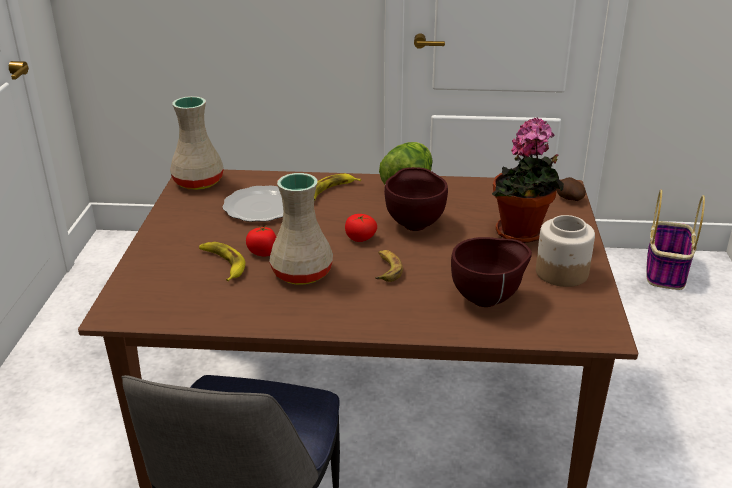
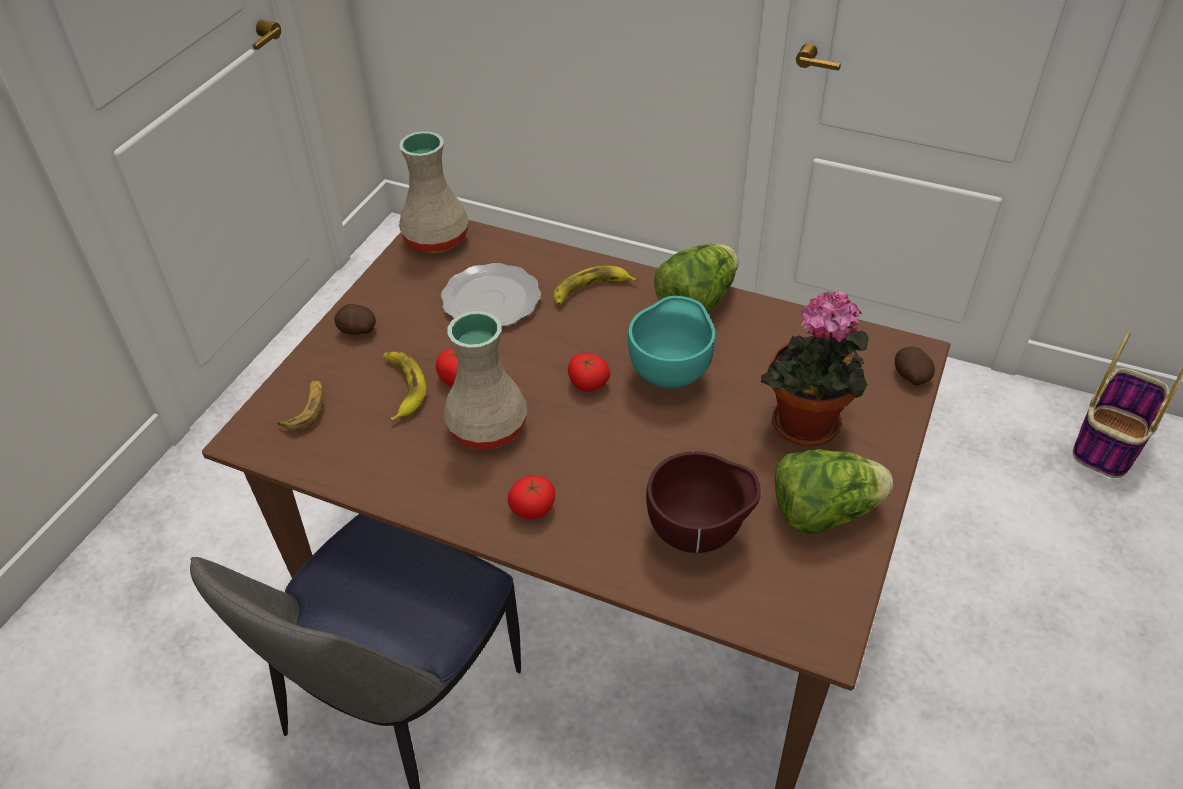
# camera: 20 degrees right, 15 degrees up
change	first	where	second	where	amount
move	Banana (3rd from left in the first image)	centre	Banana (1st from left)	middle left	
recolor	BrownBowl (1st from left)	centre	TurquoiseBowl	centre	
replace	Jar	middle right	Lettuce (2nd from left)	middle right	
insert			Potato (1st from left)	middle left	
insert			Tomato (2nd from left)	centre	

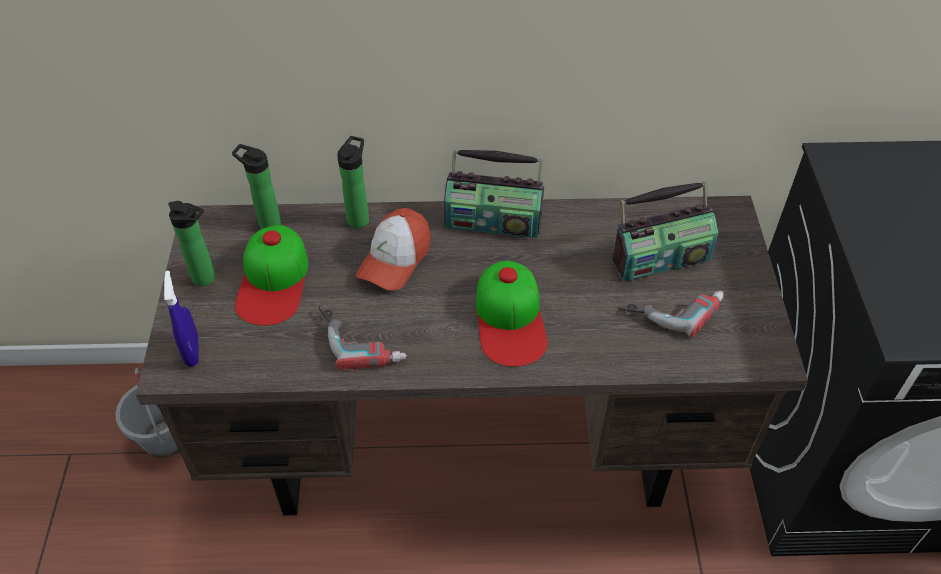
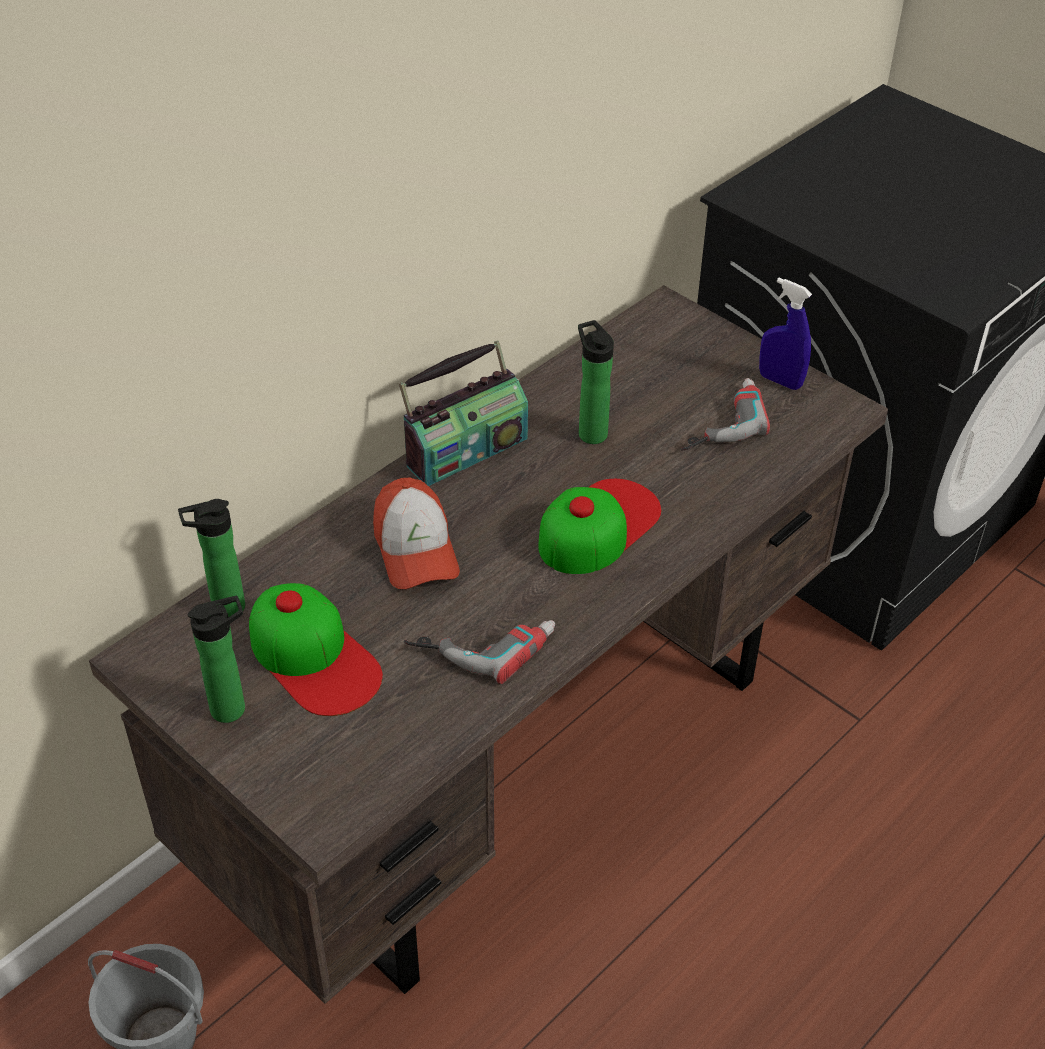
# camera: 45 degrees left, 5 degrees down
change	first	where	second	where	amount
move	BlueSprayBottle	middle left		top right	
move	Bottle (3rd from left)	top centre		centre	
rotate	Cap (3rd from left)	centre		centre	90 degrees counterclockwise
delete	Radio (2nd from left)	middle right			

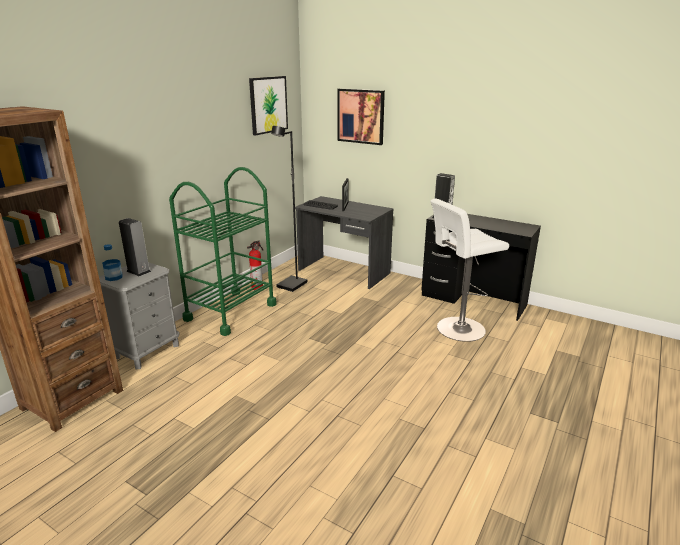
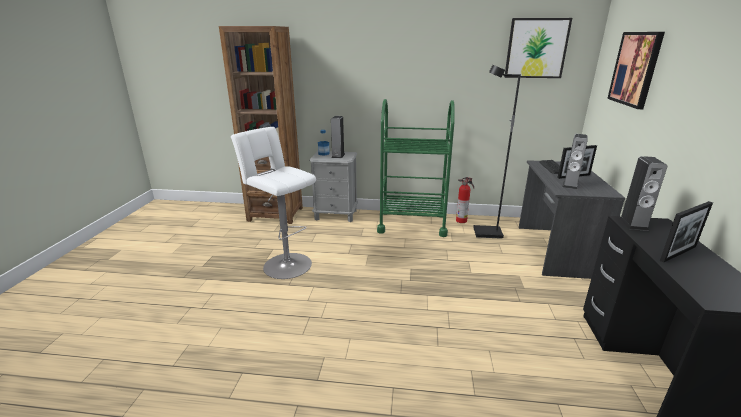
# camera: 65 degrees right, 0 degrees up
change	first	where	second	where	amount
move	WhiteStool	middle right		centre	
insert			Speaker (2nd from left)	middle right	
insert			PictureFrame (2nd from left)	middle right	

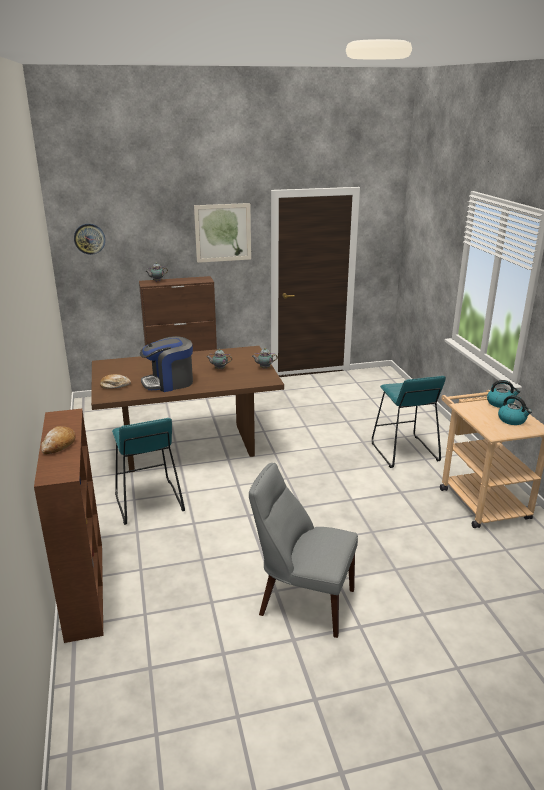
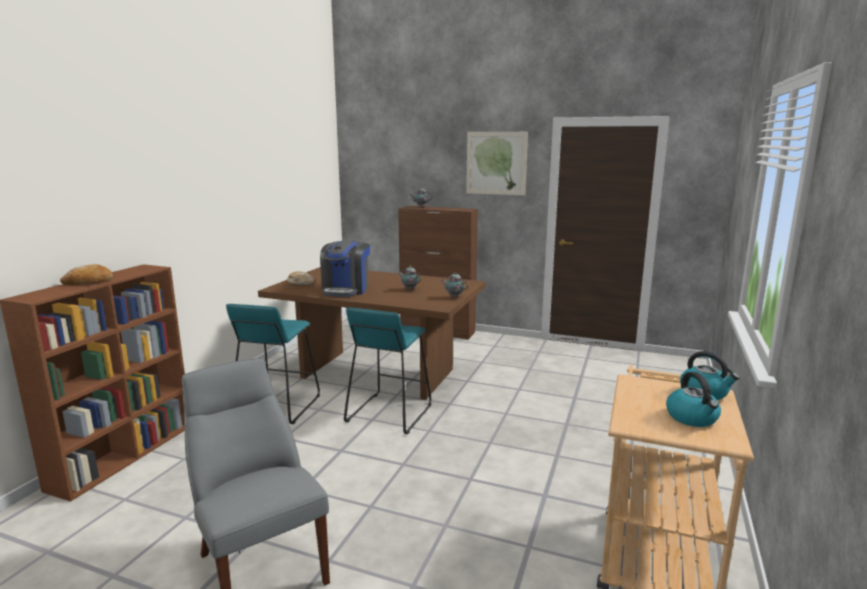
# camera: 35 degrees right, 10 degrees down
change	first	where	second	where	amount
delete	WallClock	top left			
rotate	CoffeeMachine	middle left		centre	90 degrees counterclockwise
move	TurquoiseStool (2nd from left)	middle right		centre	

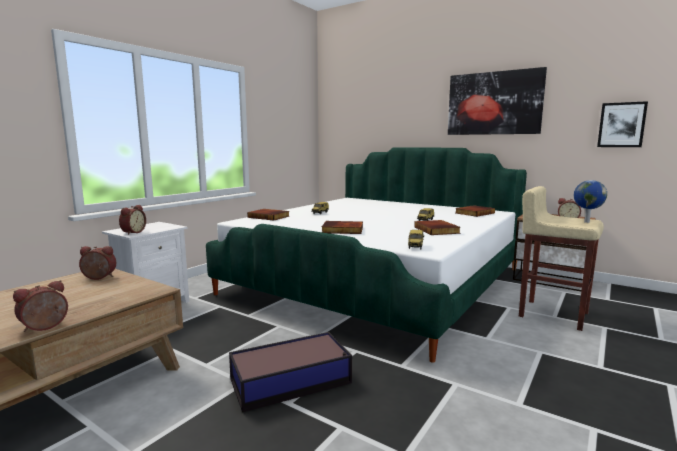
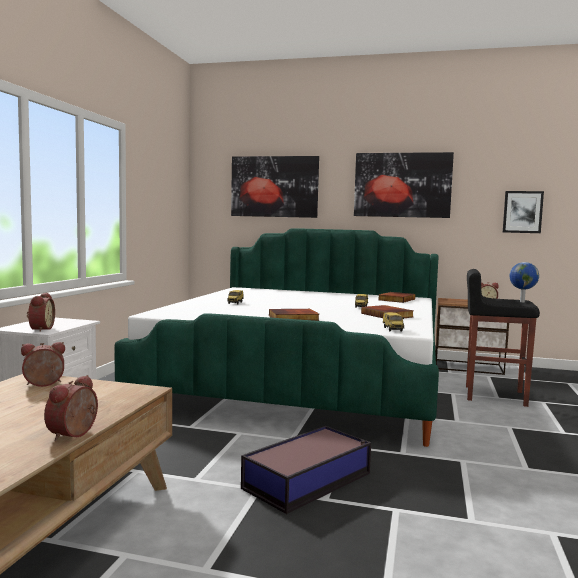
# camera: 20 degrees left, 5 degrees down
change	first	where	second	where	amount
delete	Book (1st from left)	centre			
recolor	BeigeStool	middle right	BlackStool	middle right	
insert			Picture (1st from left)	top centre	

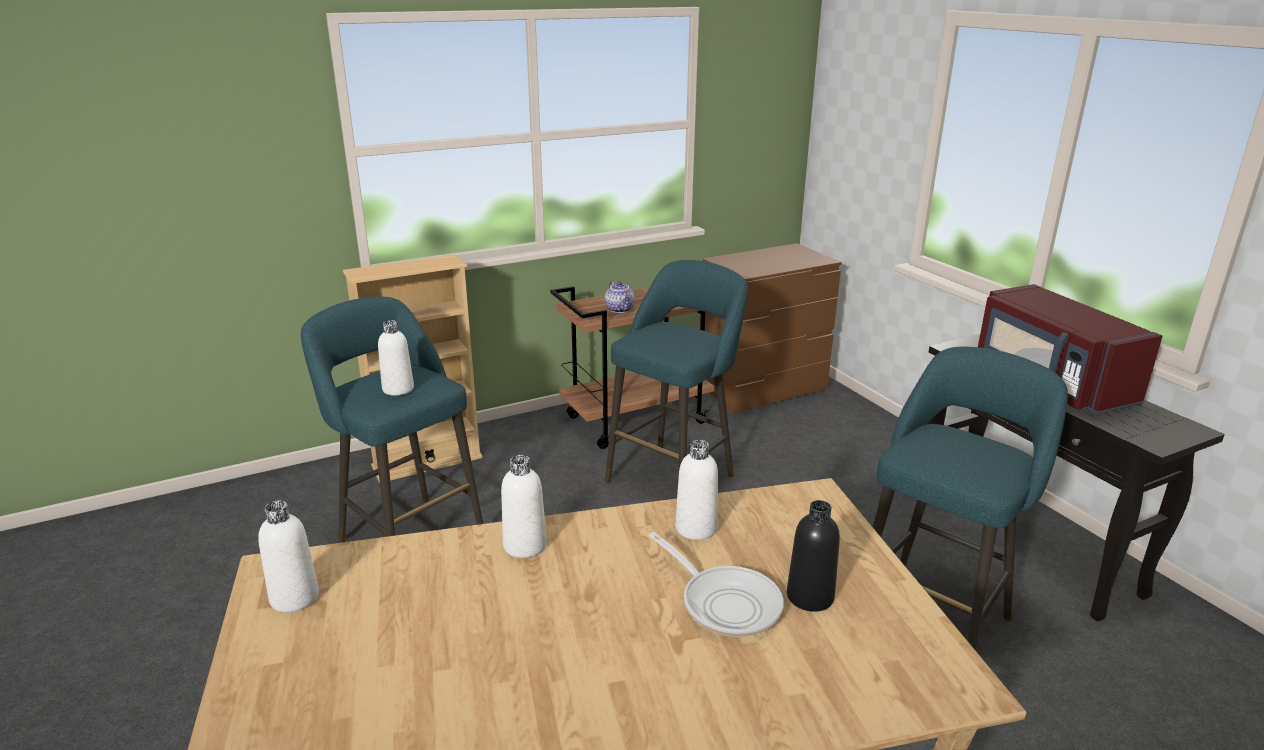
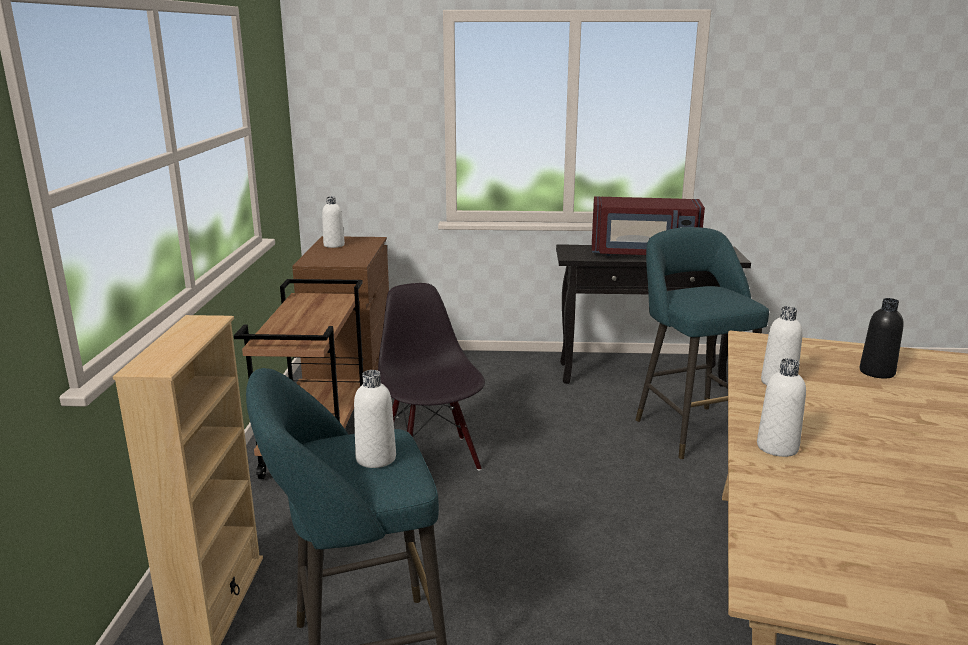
# camera: 60 degrees left, 5 degrees down
change	first	where	second	where	amount
move	WhiteBottle (1st from left)	bottom left		centre	
replace	TurquoiseStool (2nd from left)	centre	BlackChair	centre	
delete	Teapot	centre			
delete	FryingPan	bottom centre			

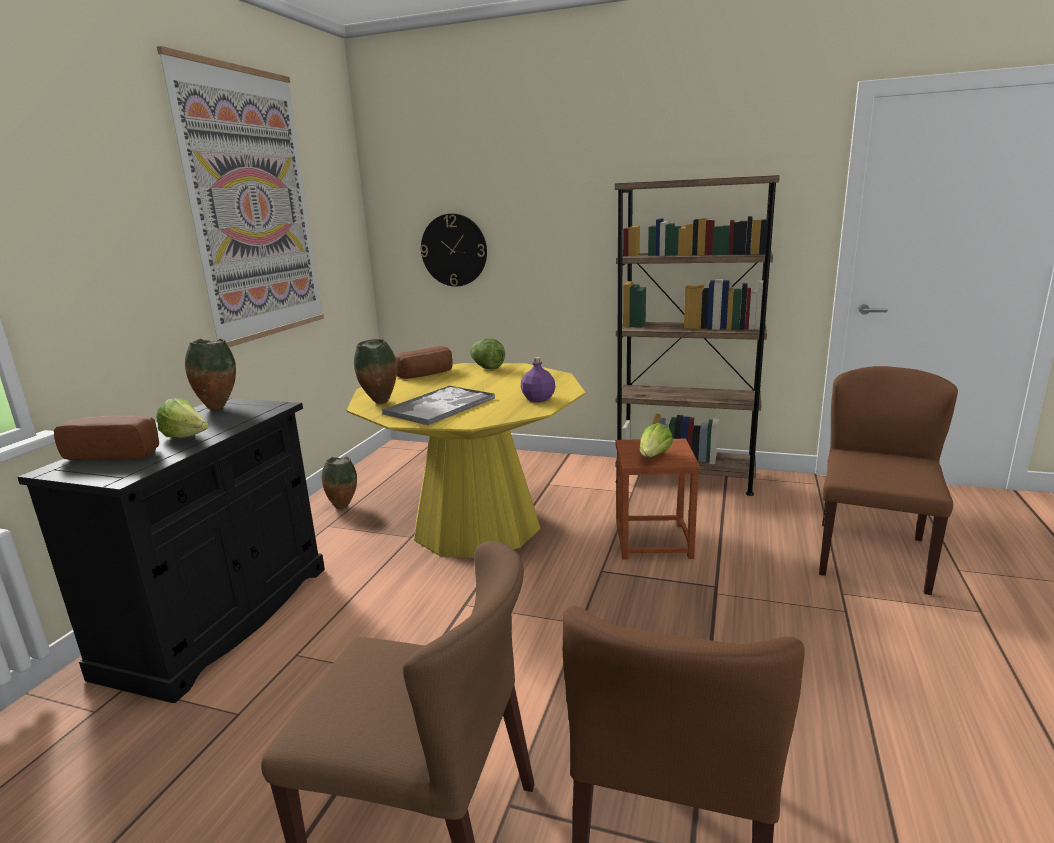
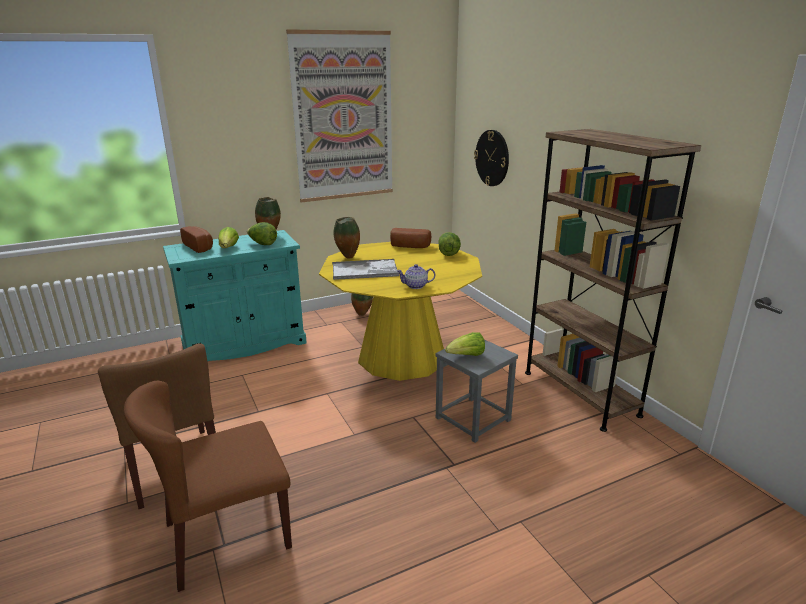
# camera: 45 degrees right, 5 degrees up
change	first	where	second	where	amount
recolor	BlackCabinet	middle left	TurquoiseCabinet	middle left	
replace	PurpleBottle	centre	Teapot	centre	
recolor	BrownStool	centre	GreyStool	centre	
delete	BrownChair (3rd from left)	middle right			
insert			Lettuce (2nd from left)	middle left	

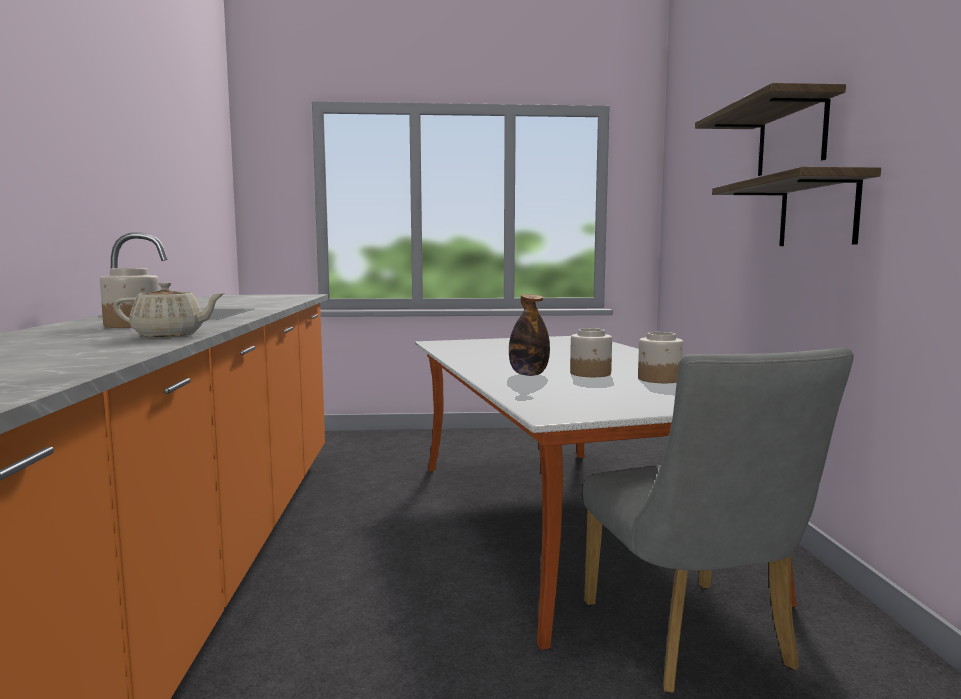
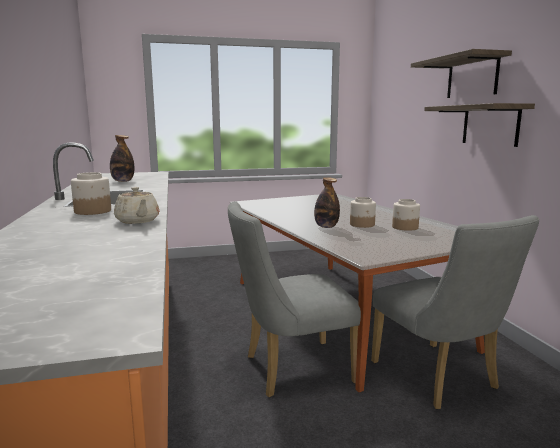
# camera: 10 degrees left, 5 degrees up
change	first	where	second	where	amount
rotate	BeigeTeapot	middle left		middle left	75 degrees clockwise
insert			Bottle (1st from left)	middle left	
insert			GreyChair (1st from left)	bottom centre	

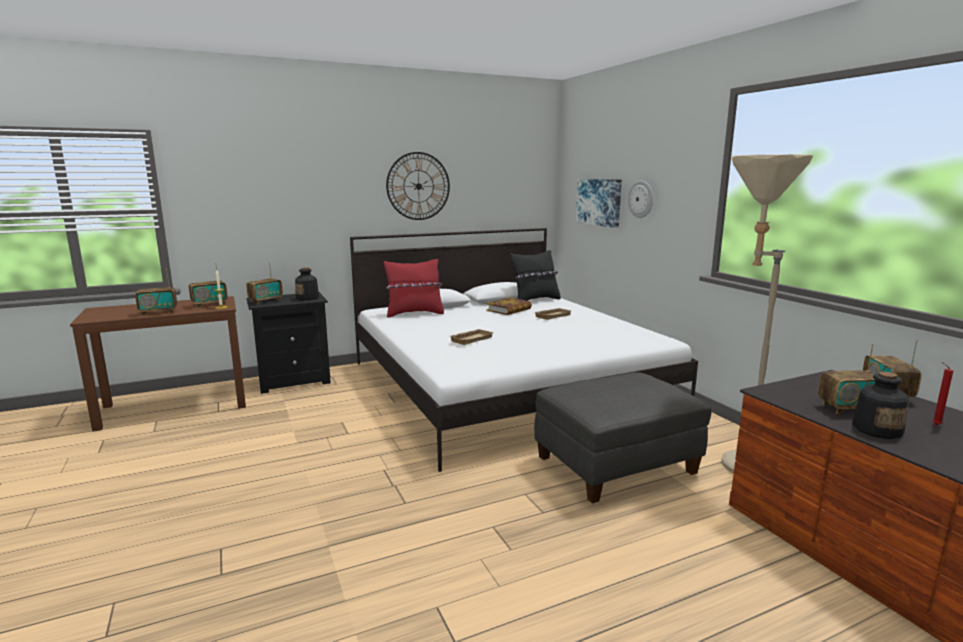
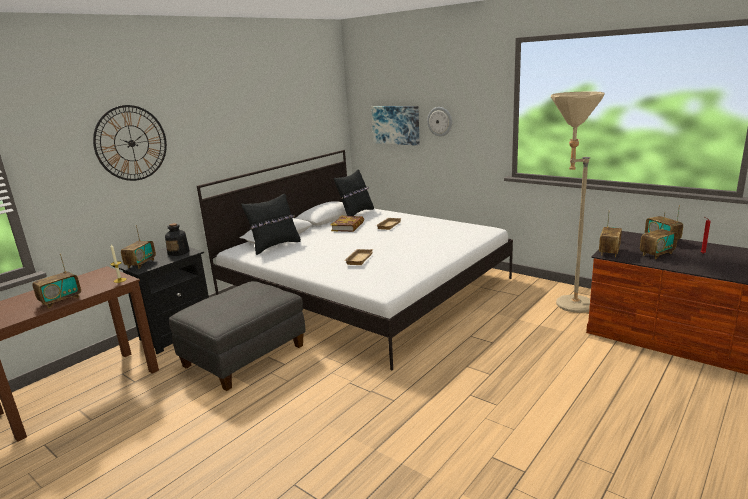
# camera: 25 degrees left, 5 degrees up
change	first	where	second	where	amount
move	Radio (2nd from left in the first image)	middle left	Radio (3rd from left)	middle right	
recolor	RedPillow	centre	BlackPillow (1st from left)	centre	
move	WallClock (1st from left)	top centre		top left	
move	GreyOttoman	bottom centre		bottom left	
delete	Bottle (2nd from left)	middle right			

